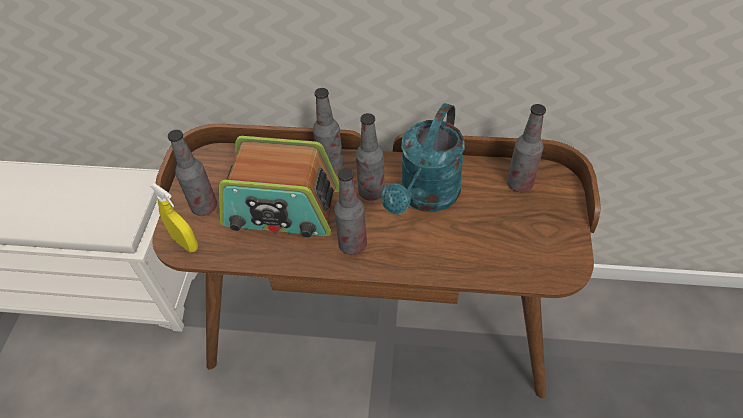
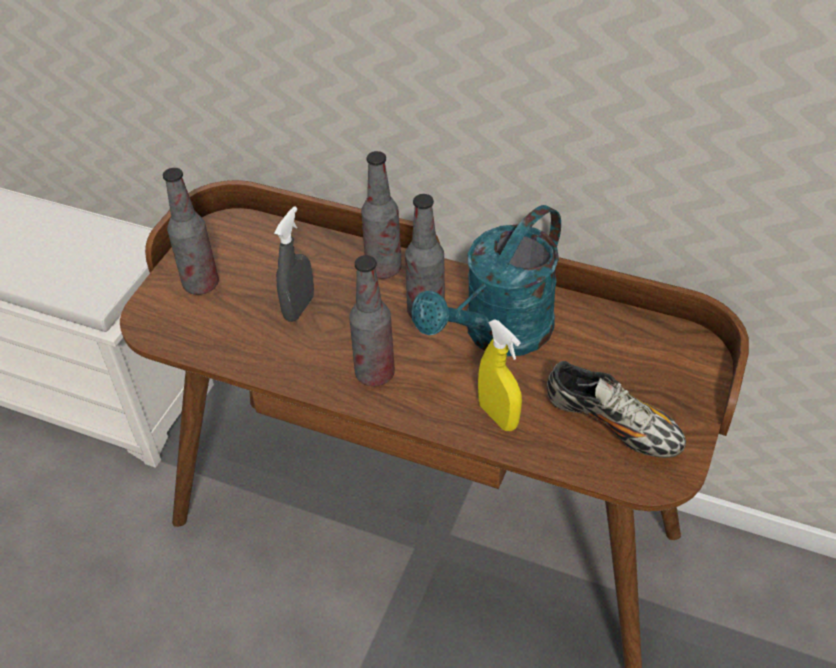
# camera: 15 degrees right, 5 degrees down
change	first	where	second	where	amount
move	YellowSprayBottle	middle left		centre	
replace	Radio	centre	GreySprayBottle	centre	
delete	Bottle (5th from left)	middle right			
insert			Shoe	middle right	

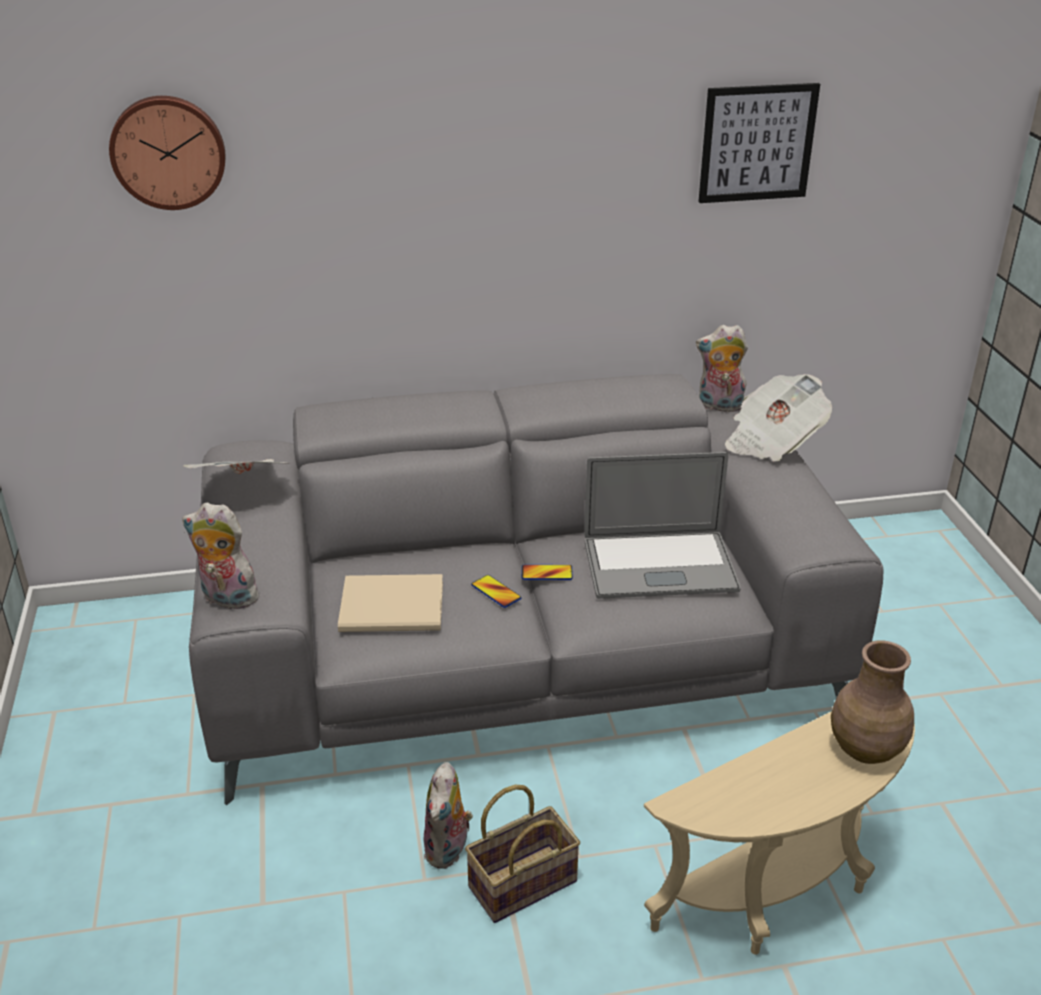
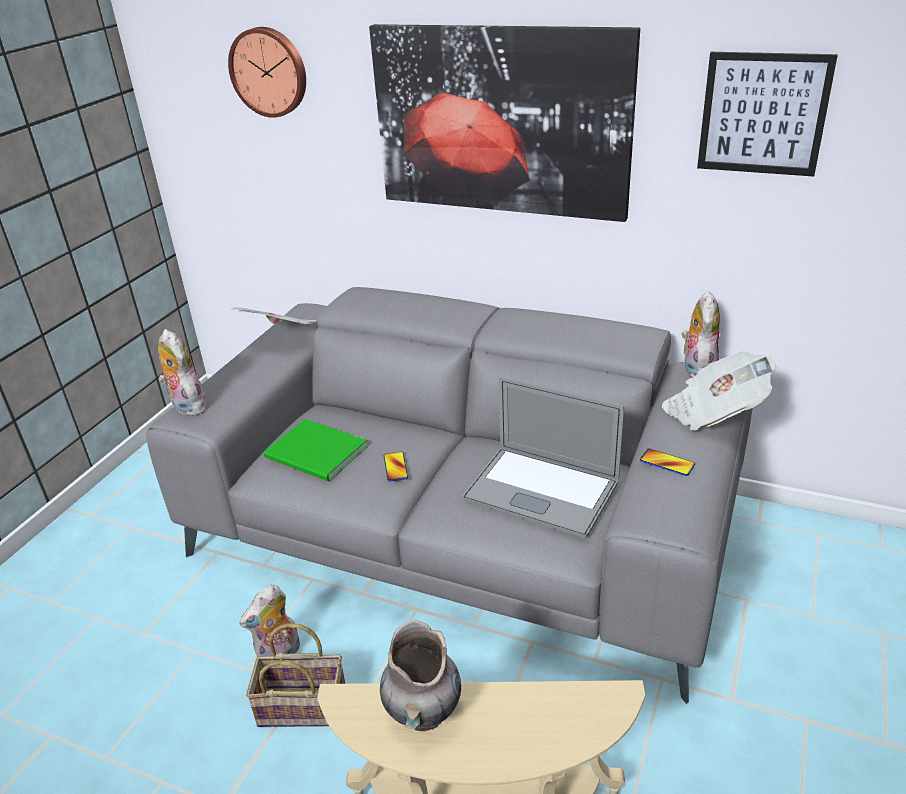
# camera: 35 degrees right, 0 degrees up
change	first	where	second	where	amount
recolor	BeigeBook	centre	GreenBook	centre	
move	Phone (2nd from left)	centre		middle right	
rotate	PlushToy (3rd from left)	middle right		middle right	60 degrees clockwise
delete	BrownVase	bottom right			
insert			Picture (1st from left)	top centre	
insert			GreyVase	bottom centre	

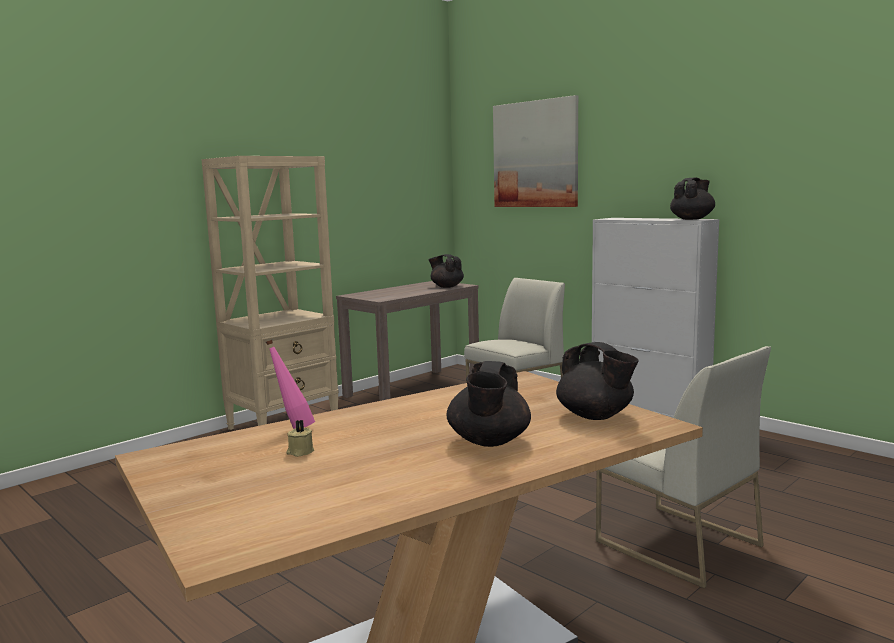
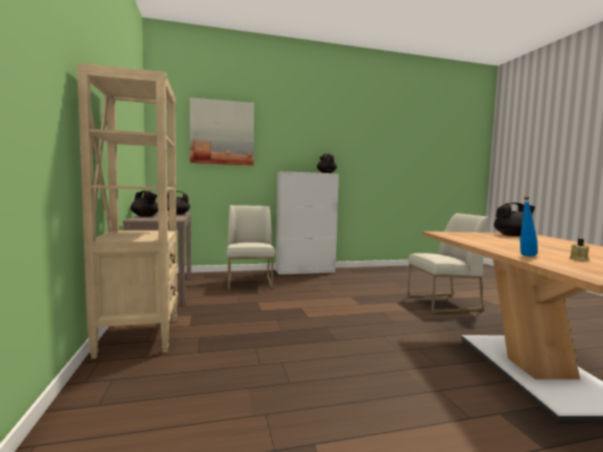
# camera: 60 degrees left, 5 degrees down
change	first	where	second	where	amount
recolor	PinkBottle	middle left	BlueBottle	middle right	
move	BlackTeapot (2nd from left in the first image)	centre	BlackTeapot (1st from left)	middle left	

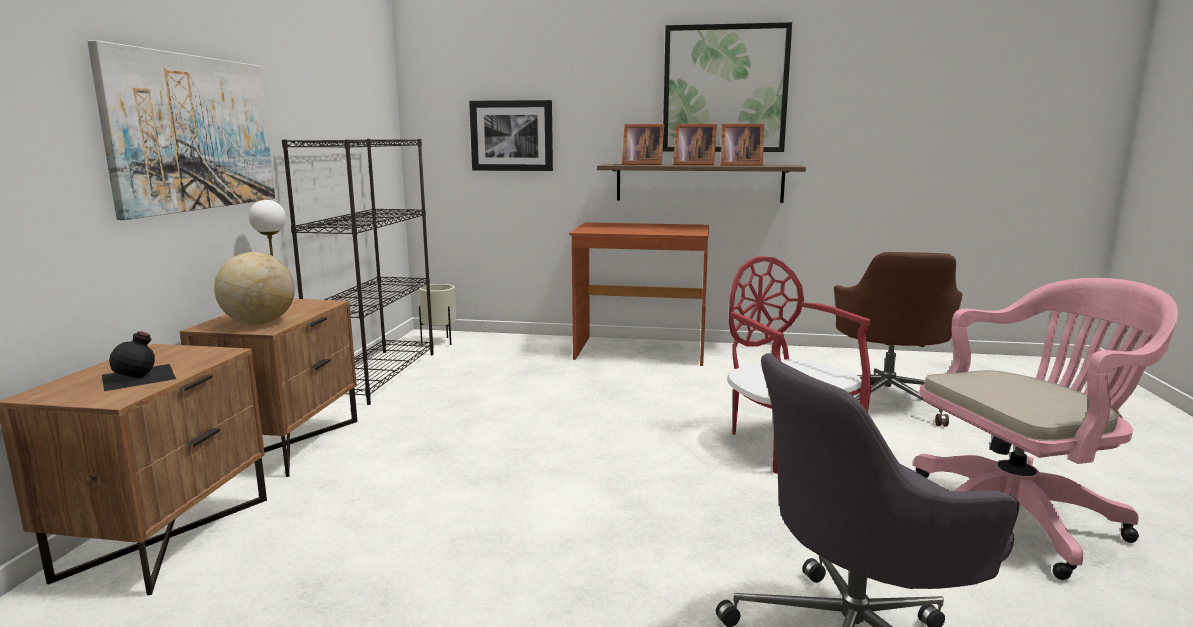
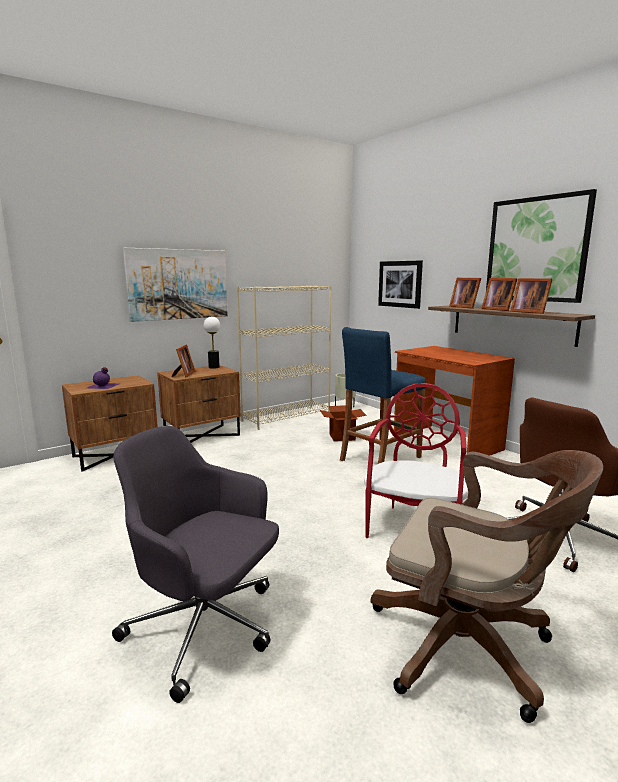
# camera: 45 degrees right, 0 degrees up
change	first	where	second	where	amount
recolor	BlackBottle	middle left	PurpleBottle	middle left	
replace	Globe	middle left	PictureFrame (1st from left)	middle left	
recolor	BlackBookcase	middle left	BeigeBookcase	centre	
recolor	PinkOfficeChair	bottom right	BrownOfficeChair (1st from left)	bottom right	
insert			CardboardBox	centre	
insert			BlueStool	centre	

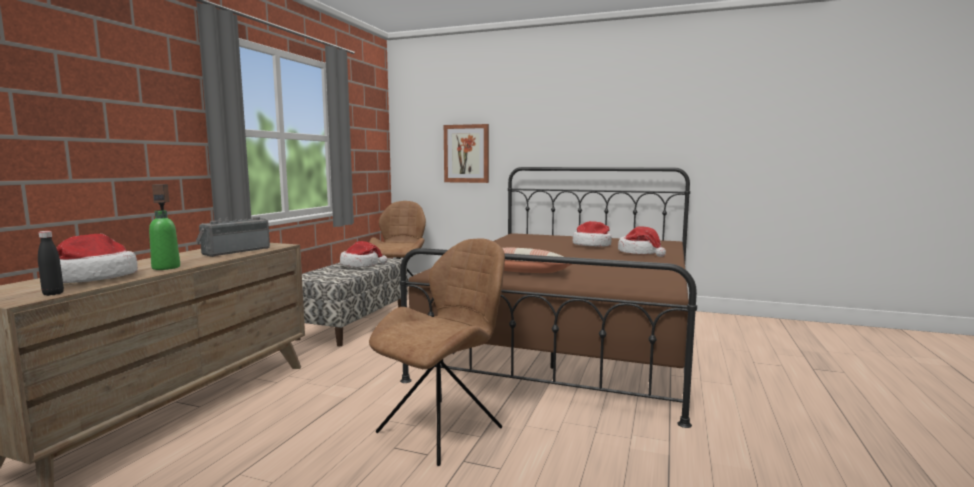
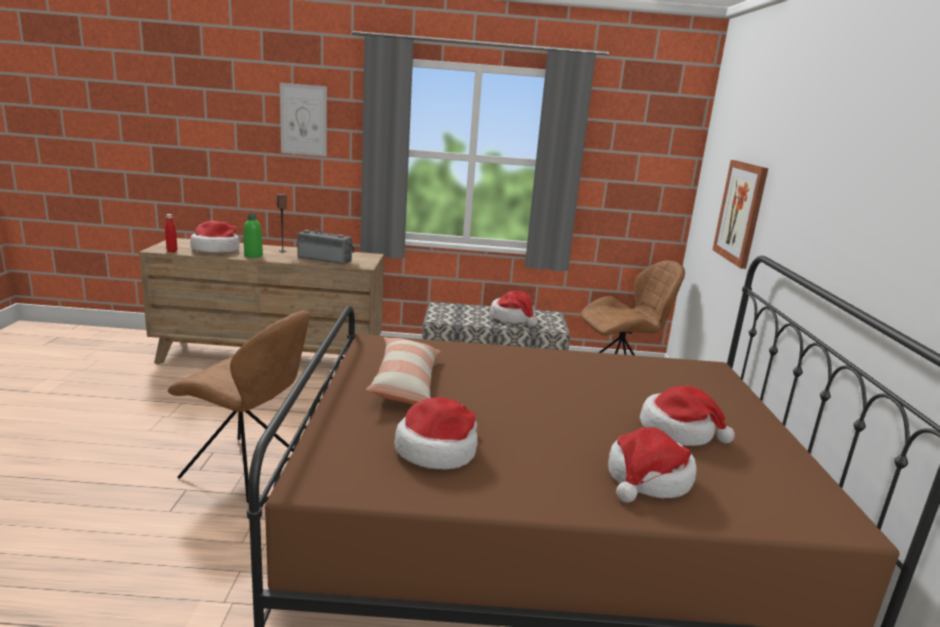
# camera: 70 degrees right, 10 degrees up
change	first	where	second	where	amount
recolor	BlackBottle	middle left	RedBottle	middle left	
insert			Picture (1st from left)	top left	
insert			Hat (2nd from left)	bottom centre	

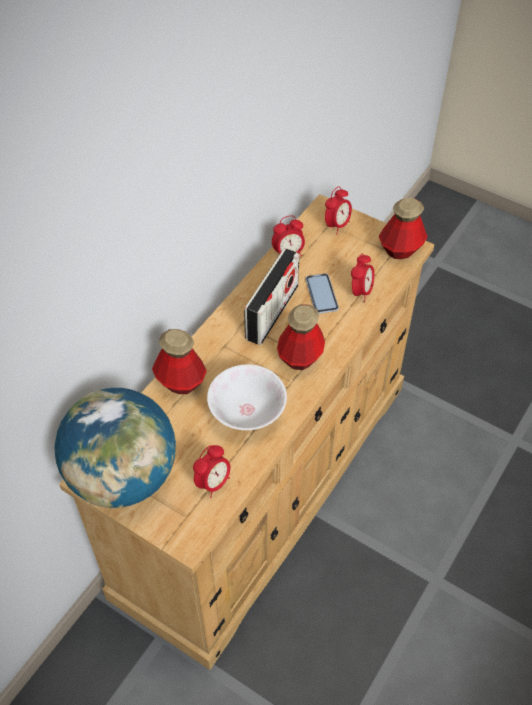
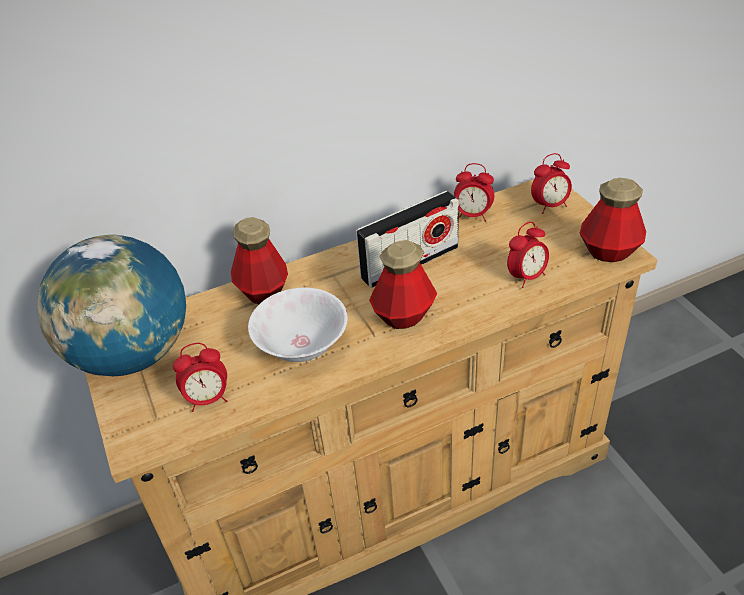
# camera: 35 degrees right, 10 degrees down
change	first	where	second	where	amount
delete	Phone	centre			

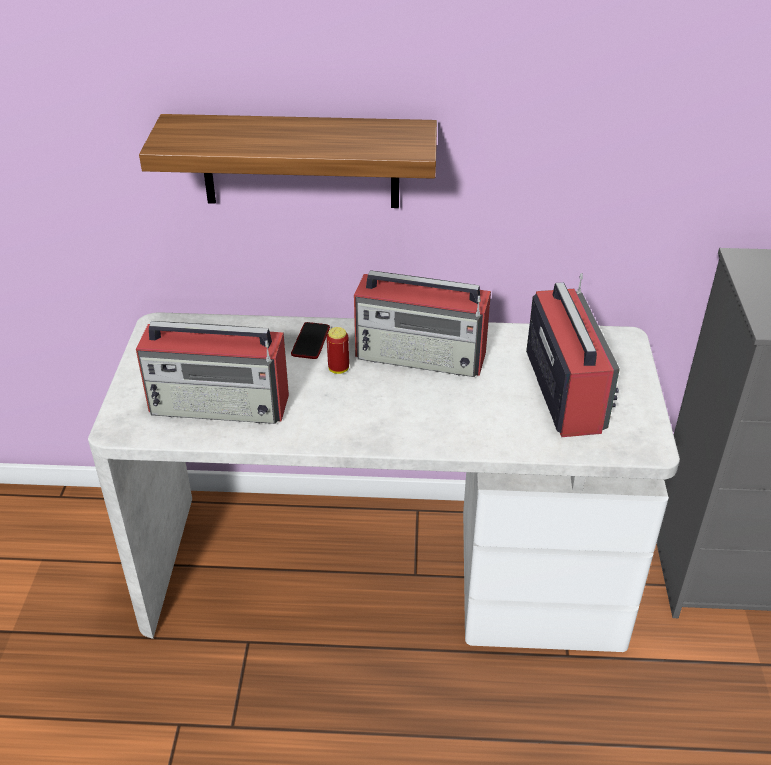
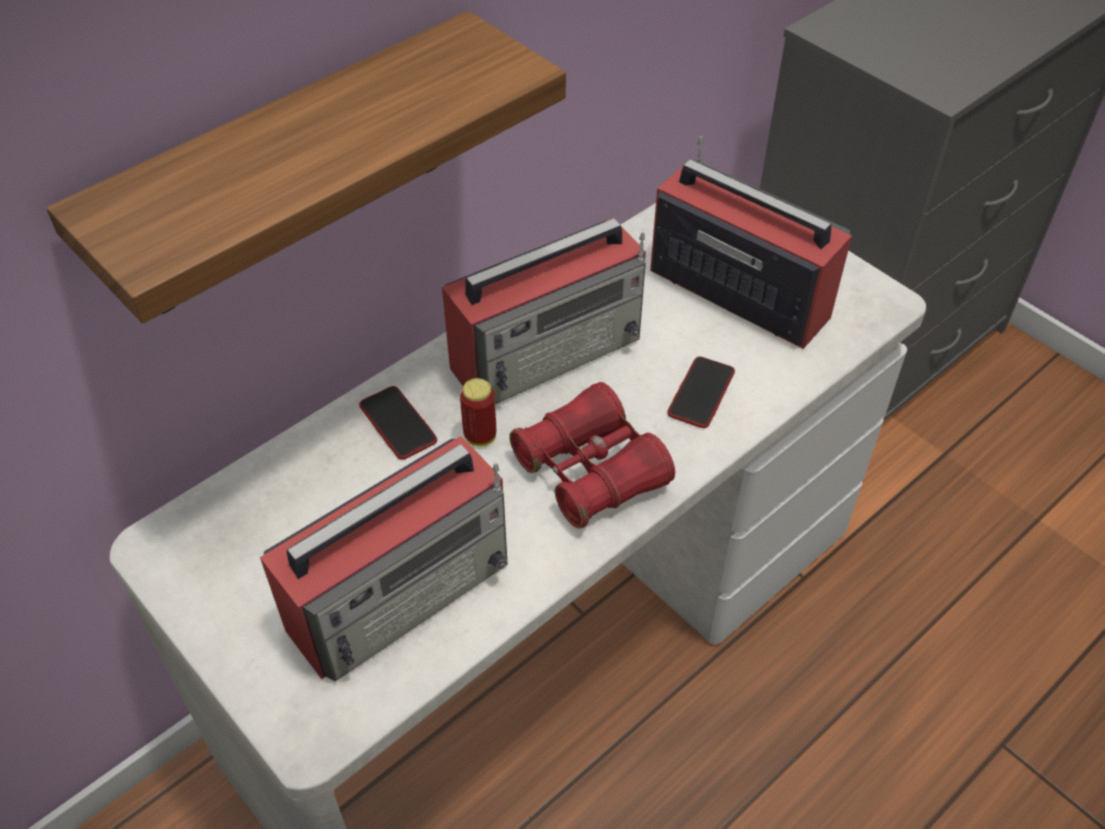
# camera: 45 degrees left, 10 degrees up
change	first	where	second	where	amount
insert			RedBinoculars	centre	
insert			Phone (2nd from left)	centre	

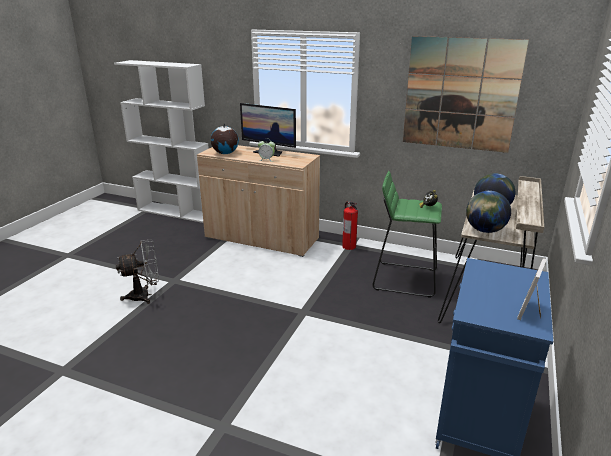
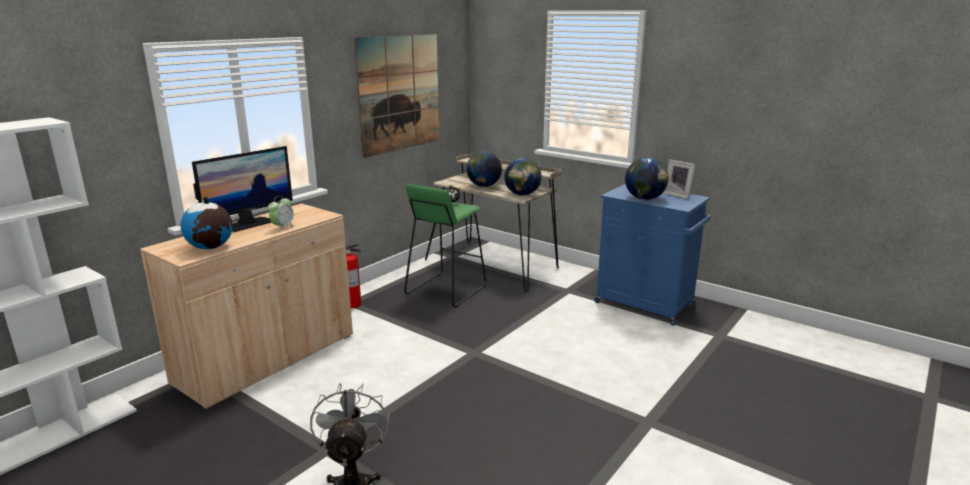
# camera: 75 degrees left, 5 degrees down
change	first	where	second	where	amount
insert			Globe (4th from left)	middle right	

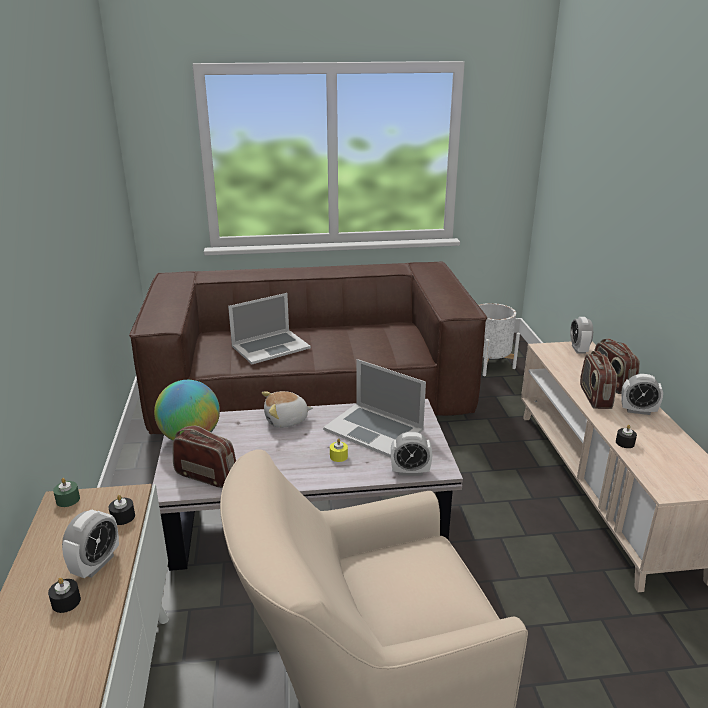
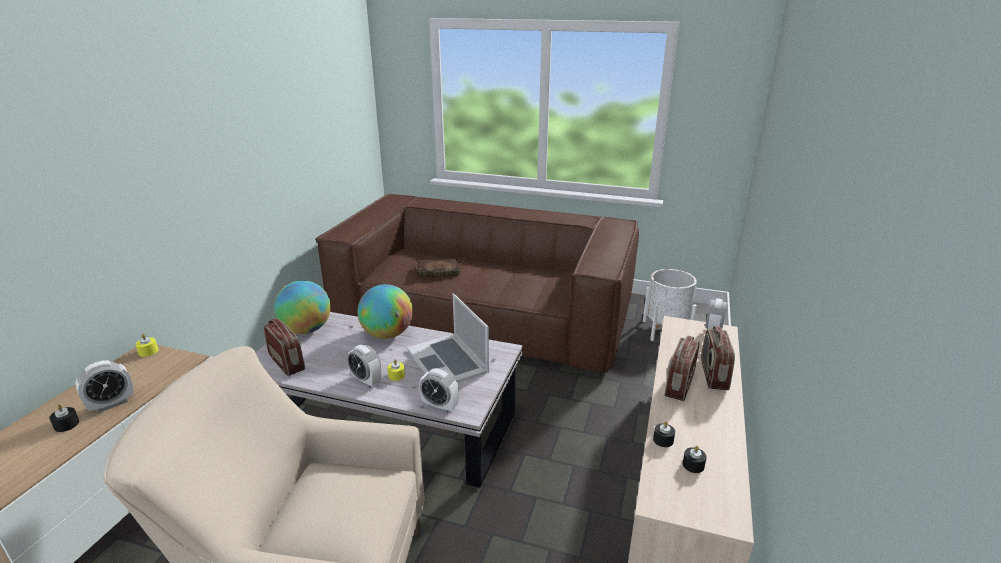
# camera: 25 degrees right, 0 degrees up
change	first	where	second	where	amount
recolor	GreenCandle	bottom left	YellowCandle (1st from left)	middle left	
move	BlackCandle (2nd from left in the first image)	bottom left	BlackCandle (3rd from left)	bottom right	
replace	Laptop (1st from left)	centre	Book	centre	
replace	PlushToy	centre	Globe (2nd from left)	centre	
move	AlarmClock (4th from left in the first image)	middle right	AlarmClock (2nd from left)	centre	

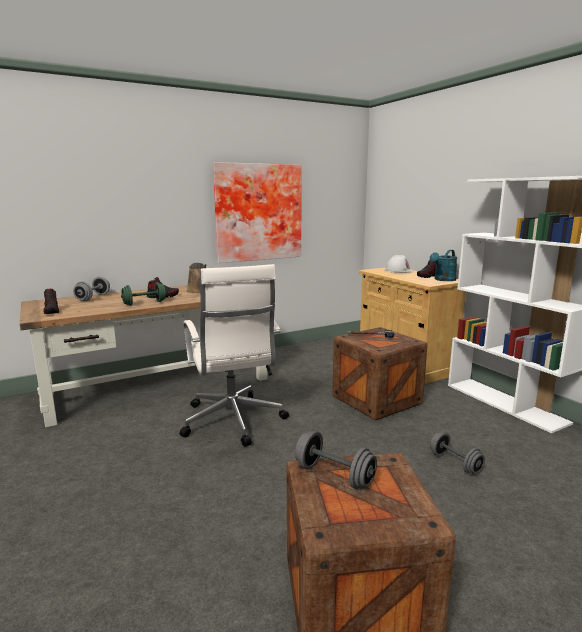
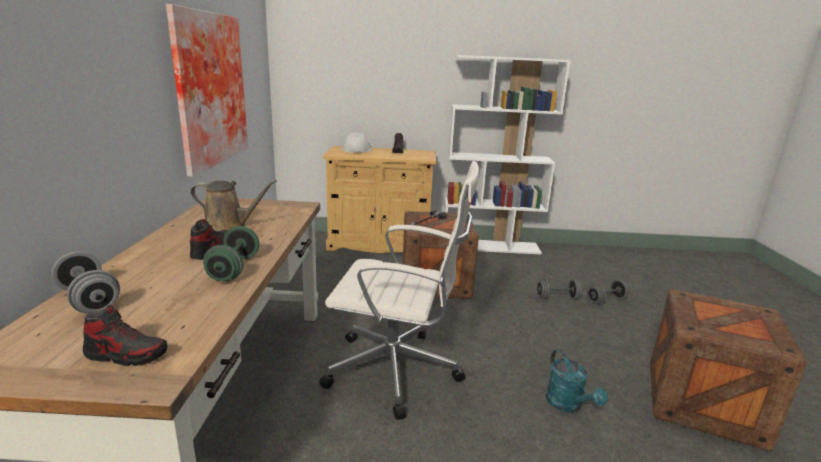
# camera: 60 degrees left, 5 degrees up
change	first	where	second	where	amount
move	GreyDumbbell (2nd from left in the first image)	bottom centre	GreyDumbbell (3rd from left)	middle right	
move	TurquoiseWateringCan	middle right		bottom right	

